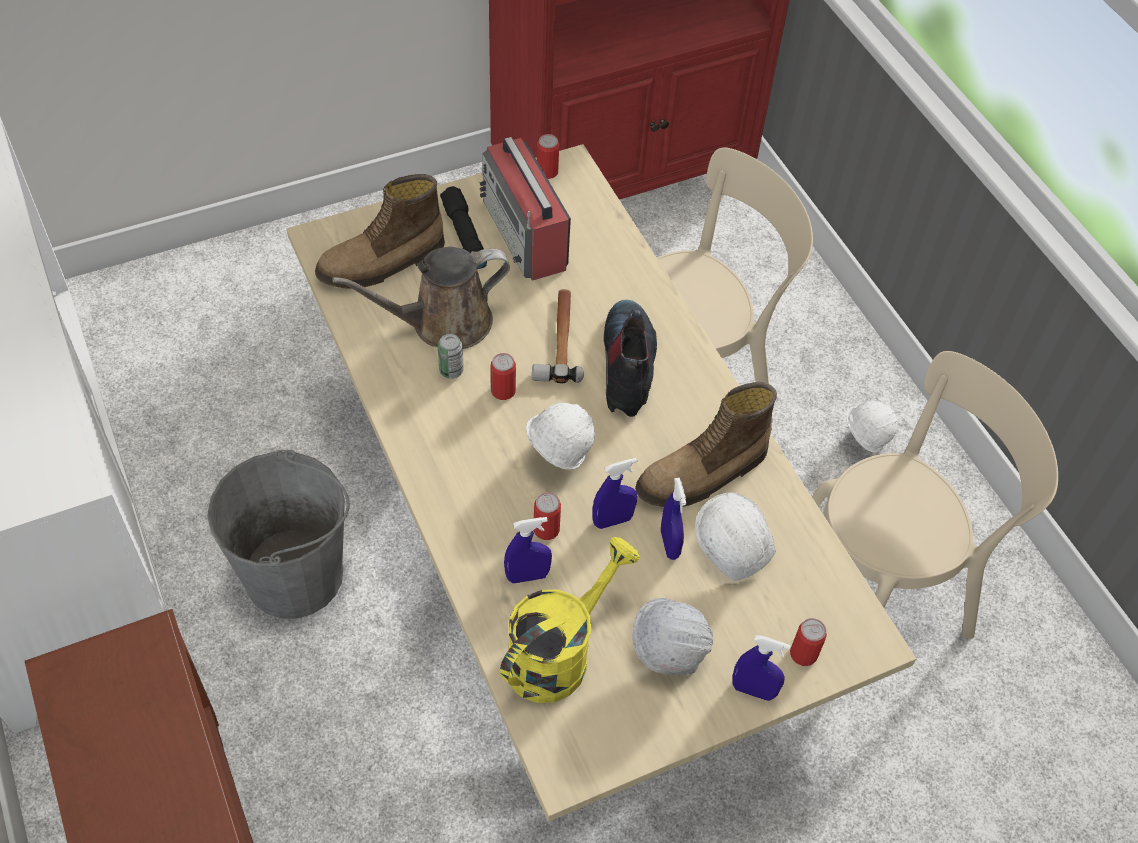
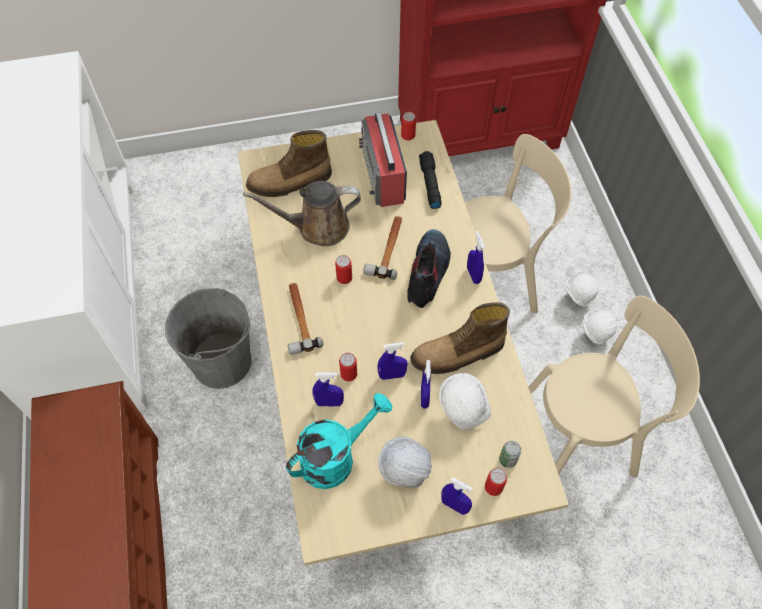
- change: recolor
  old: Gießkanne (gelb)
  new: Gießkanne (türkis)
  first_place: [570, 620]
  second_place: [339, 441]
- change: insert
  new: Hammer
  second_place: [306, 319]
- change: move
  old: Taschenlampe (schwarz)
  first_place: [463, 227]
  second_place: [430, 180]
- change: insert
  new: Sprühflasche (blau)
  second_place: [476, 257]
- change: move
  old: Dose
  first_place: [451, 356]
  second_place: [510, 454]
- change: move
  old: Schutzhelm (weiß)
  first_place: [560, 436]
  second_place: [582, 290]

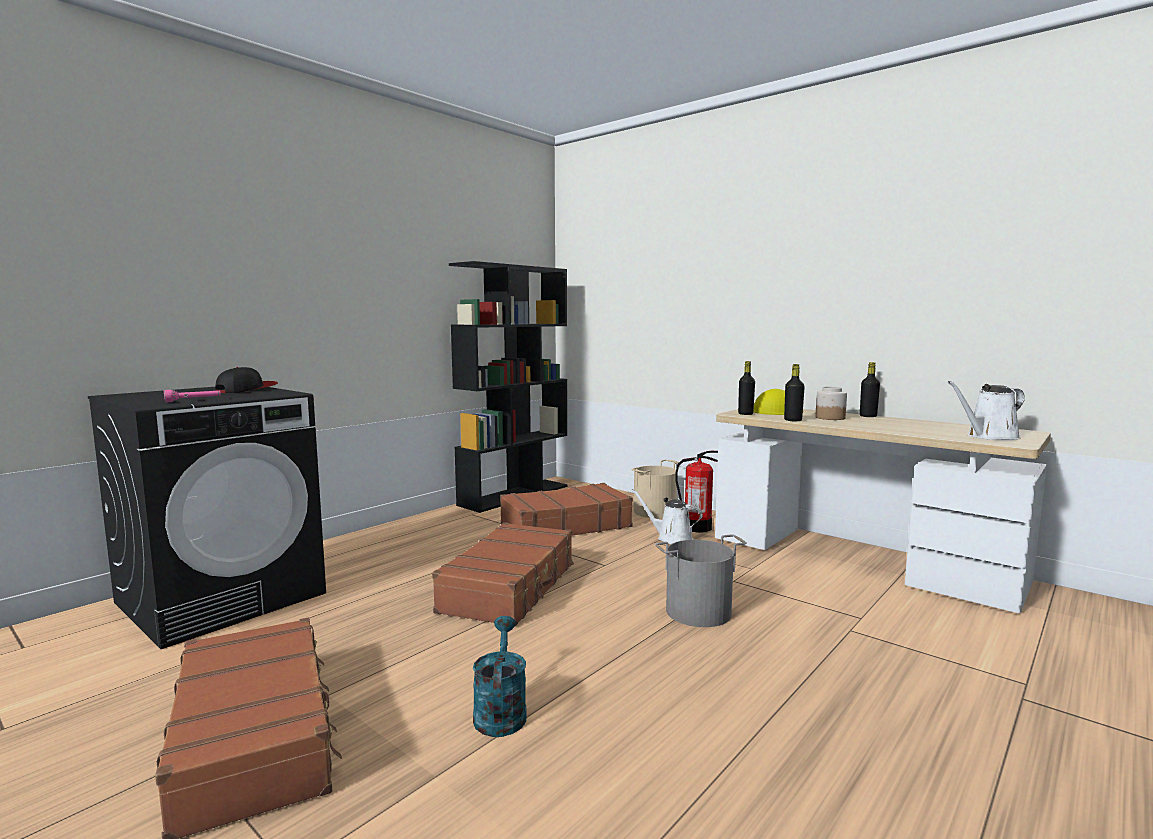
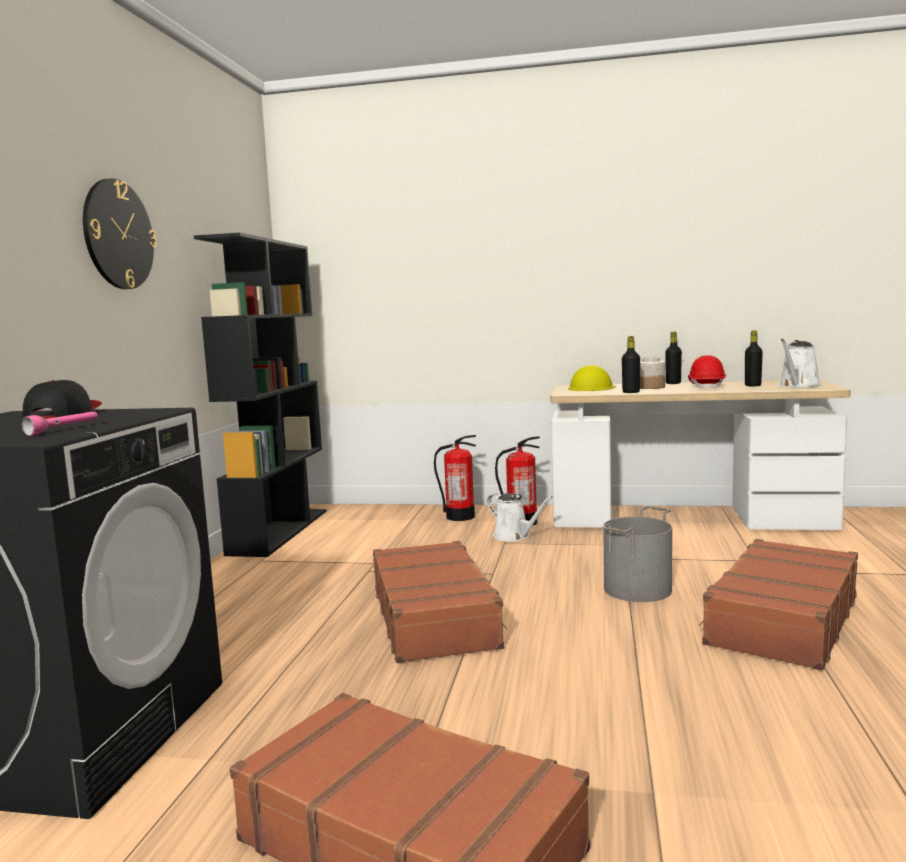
- change: insert
  new: Wanduhr
  second_place: [120, 233]
- change: replace
  old: Eimer (beige)
  new: Feuerlöscher
  first_place: [655, 488]
  second_place: [455, 478]
- change: rotate
  old: Gießkanne (weiß)
  first_place: [667, 516]
  second_place: [520, 517]
  degrees: -135
- change: insert
  new: Schutzhelm (rot)
  second_place: [707, 372]
- change: move
  old: Koffer (braun)
  first_place: [566, 509]
  second_place: [778, 604]
- change: move
  old: Flasche (schwarz)
  first_place: [746, 388]
  second_place: [754, 358]
- change: delete
  old: Gießkanne (türkis)
  first_place: [500, 676]

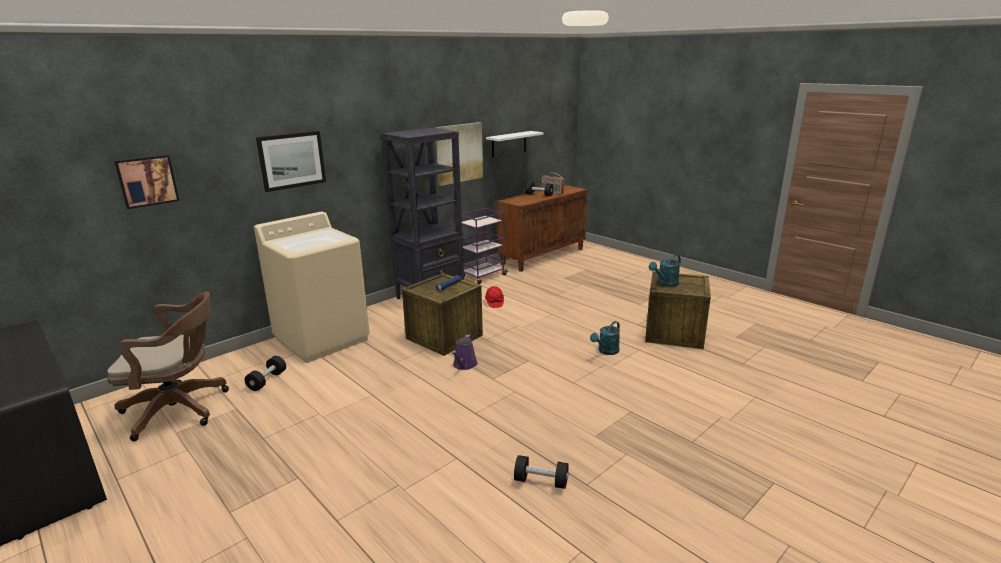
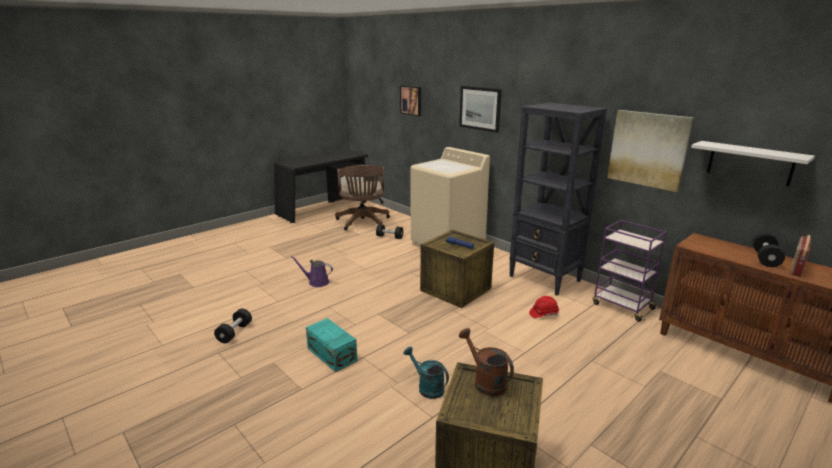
- change: move
  old: Gießkanne (lila)
  first_place: [465, 352]
  second_place: [312, 271]
- change: insert
  new: Aufbewahrungsbox (türkis)
  second_place: [332, 345]
- change: recolor
  old: Gießkanne (türkis)
  new: Gießkanne (braun)
  first_place: [665, 271]
  second_place: [486, 362]

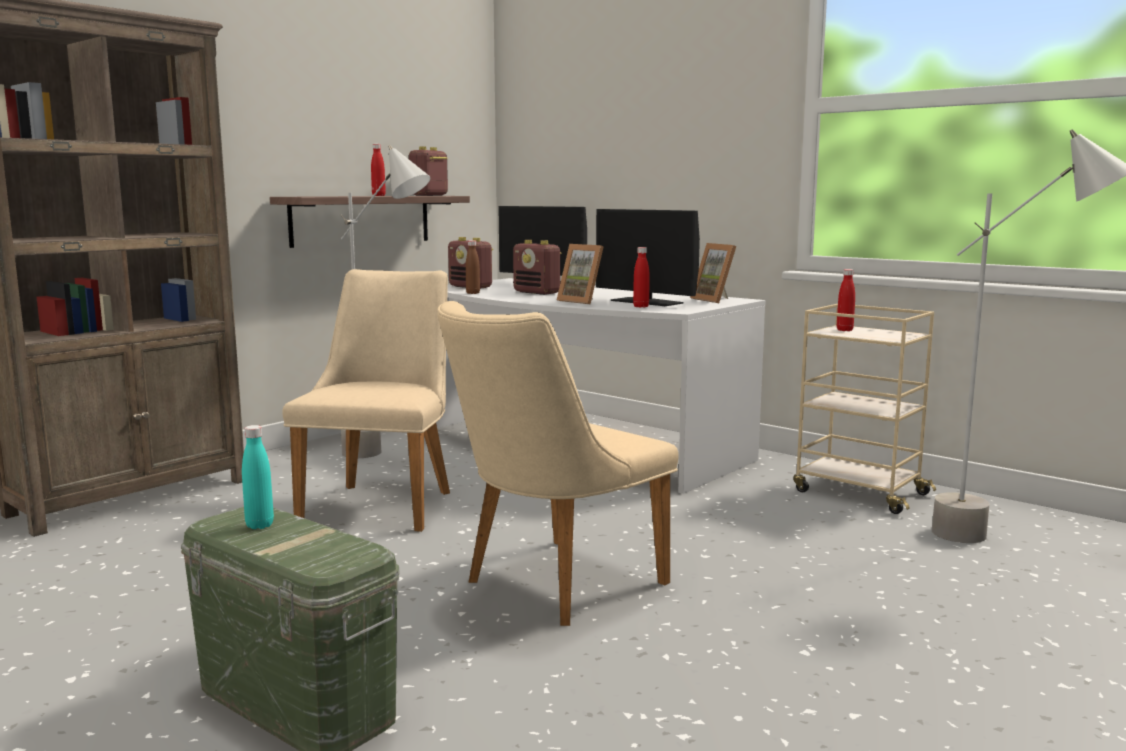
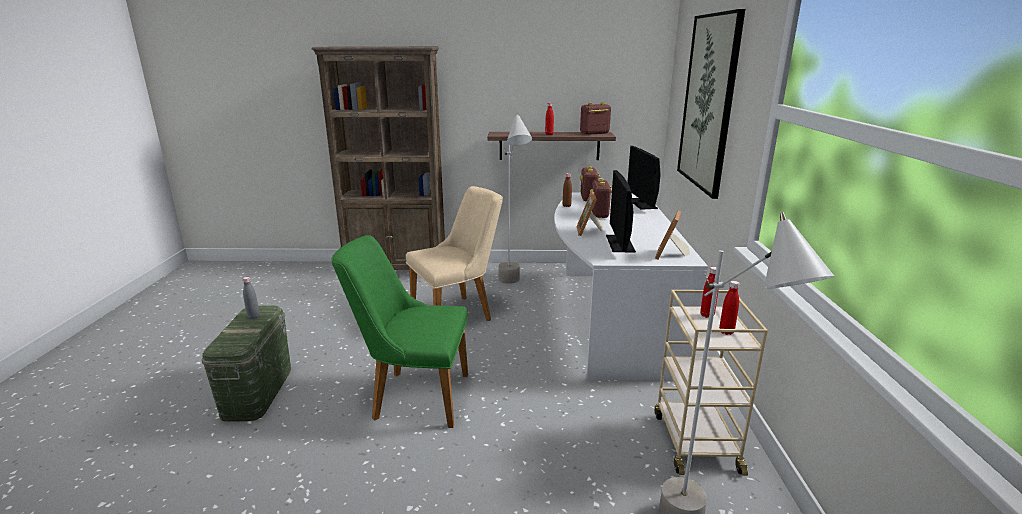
- change: recolor
  old: Flasche (türkis)
  new: Flasche (grau)
  first_place: [258, 477]
  second_place: [251, 298]
- change: recolor
  old: Stuhl (beige)
  new: Stuhl (grün)
  first_place: [557, 463]
  second_place: [399, 331]
- change: insert
  new: Bild
  second_place: [711, 104]
- change: move
  old: Flasche (rot)
  first_place: [641, 277]
  second_place: [729, 308]

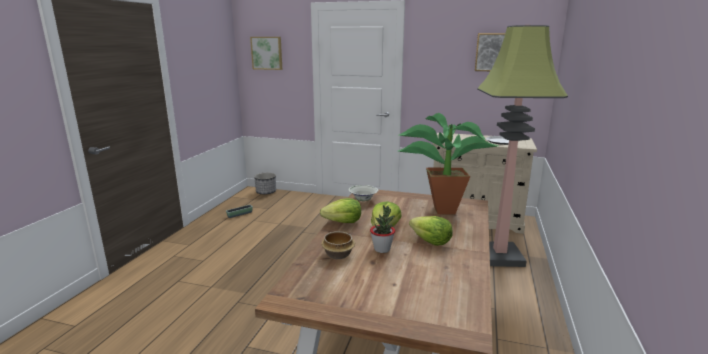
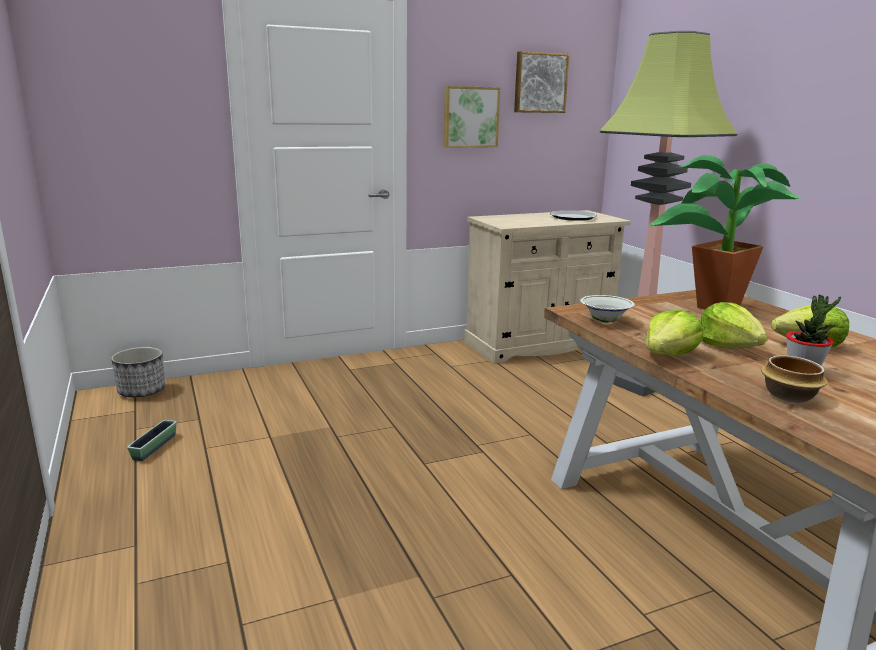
- change: move
  old: Bild
  first_place: [266, 53]
  second_place: [472, 117]

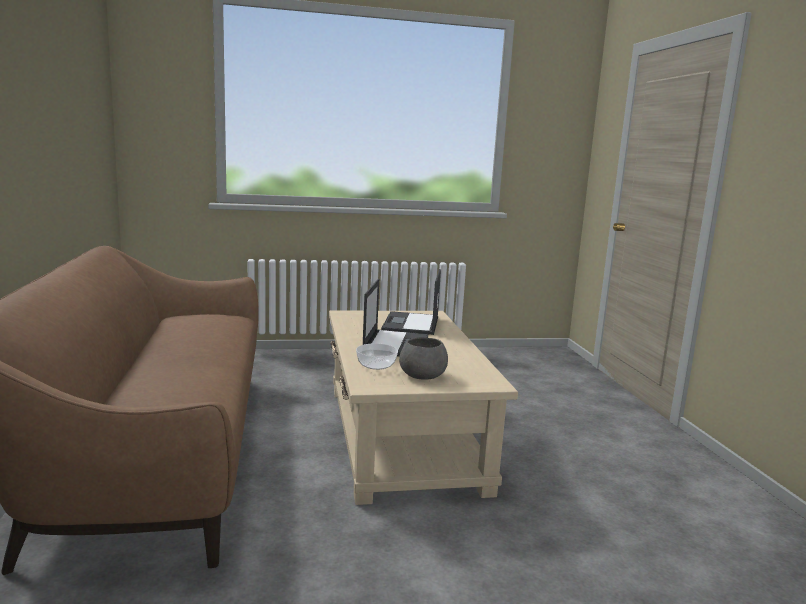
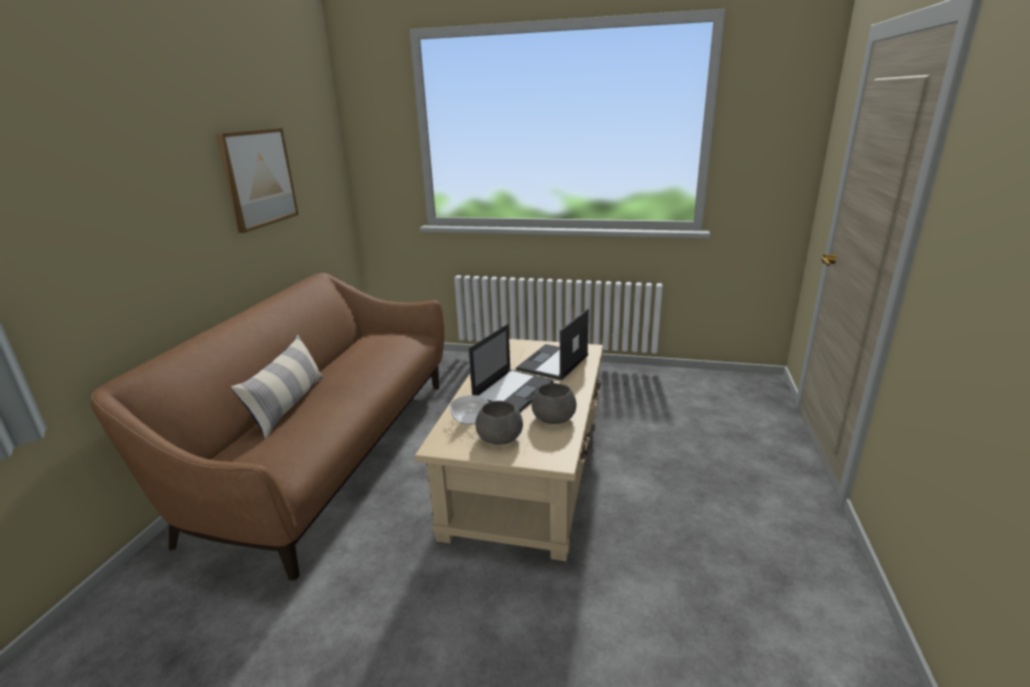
- change: insert
  new: Bild
  second_place: [257, 180]
- change: insert
  new: Kissen
  second_place: [277, 386]
- change: insert
  new: Schüssel (grau)
  second_place: [554, 403]

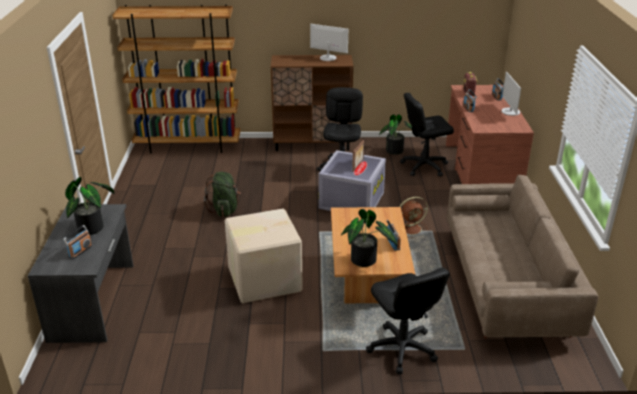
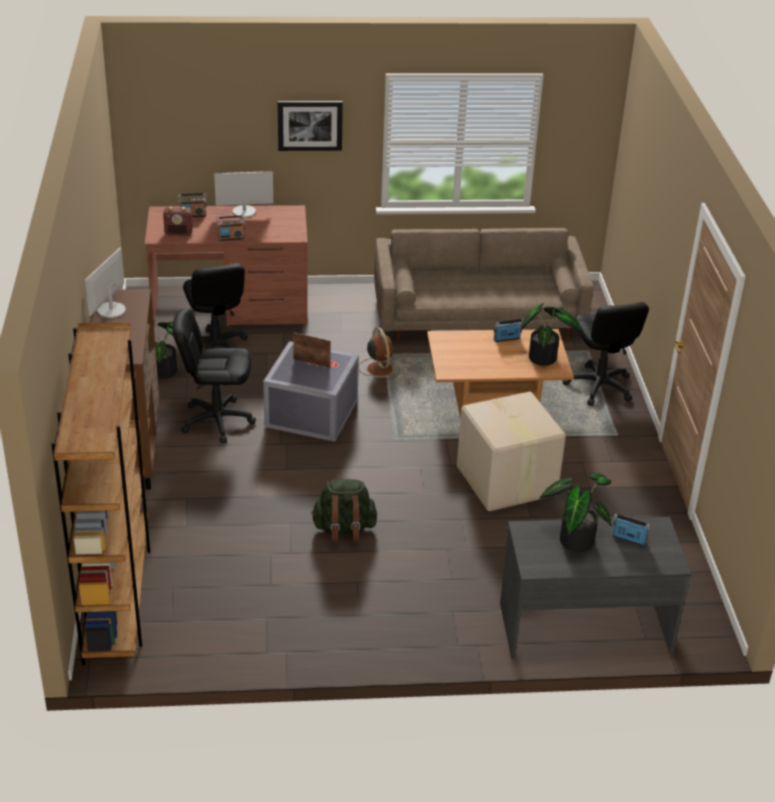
- change: insert
  new: Bild
  second_place: [310, 126]
- change: rotate
  old: Bürostuhl (schwarz)
  first_place: [408, 320]
  second_place: [606, 354]
  degrees: 105

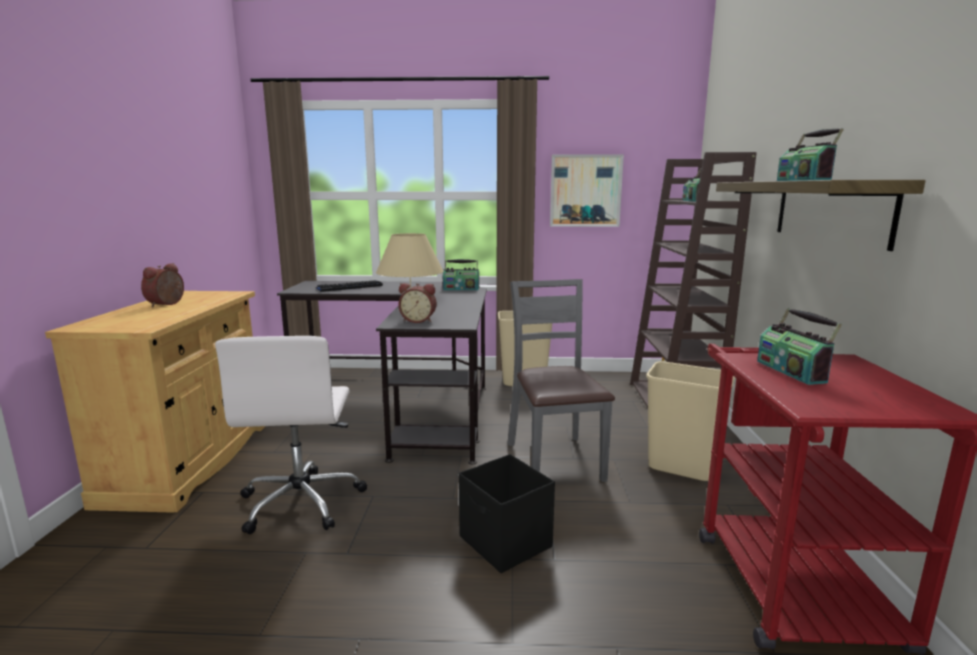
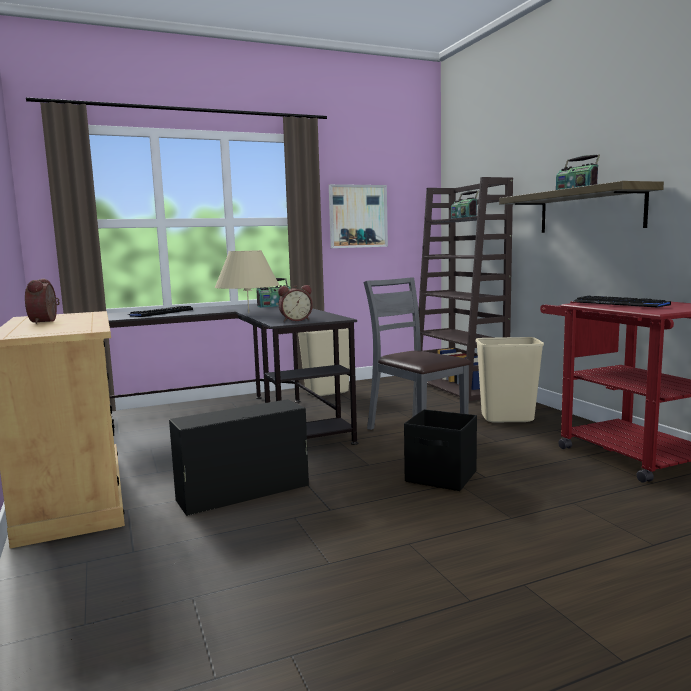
- change: replace
  old: Bürostuhl (weiß)
  new: Aufbewahrungsbox (schwarz)
  first_place: [291, 435]
  second_place: [239, 457]
- change: replace
  old: Radio
  new: Tastatur
  first_place: [799, 346]
  second_place: [622, 301]

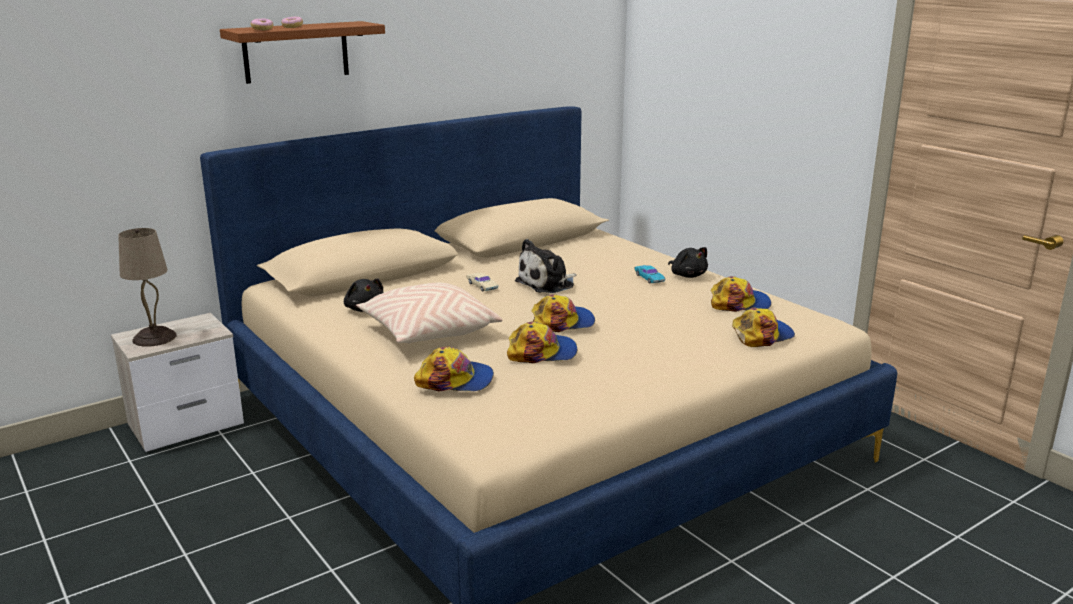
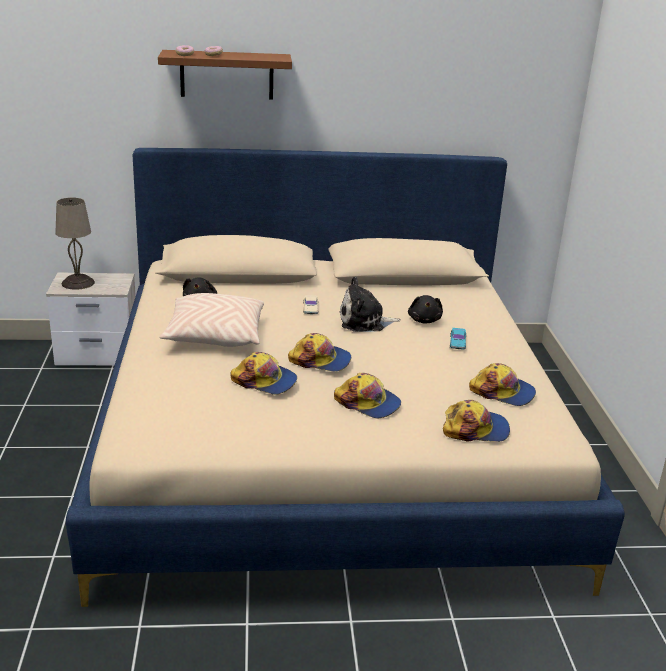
- change: move
  old: Kappe
  first_place: [454, 369]
  second_place: [367, 395]
- change: move
  old: Plüschtier (schwarz)
  first_place: [688, 262]
  second_place: [425, 309]

